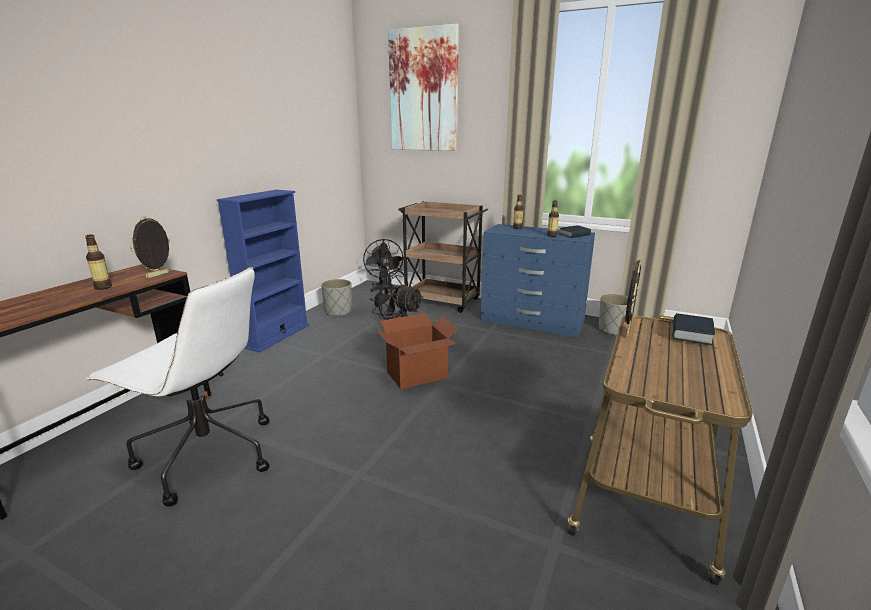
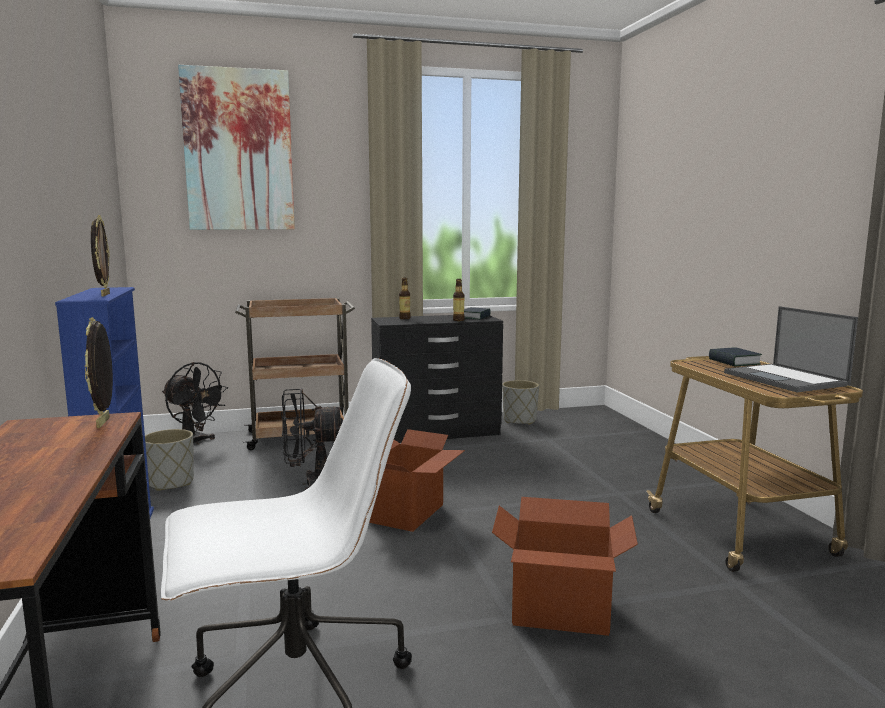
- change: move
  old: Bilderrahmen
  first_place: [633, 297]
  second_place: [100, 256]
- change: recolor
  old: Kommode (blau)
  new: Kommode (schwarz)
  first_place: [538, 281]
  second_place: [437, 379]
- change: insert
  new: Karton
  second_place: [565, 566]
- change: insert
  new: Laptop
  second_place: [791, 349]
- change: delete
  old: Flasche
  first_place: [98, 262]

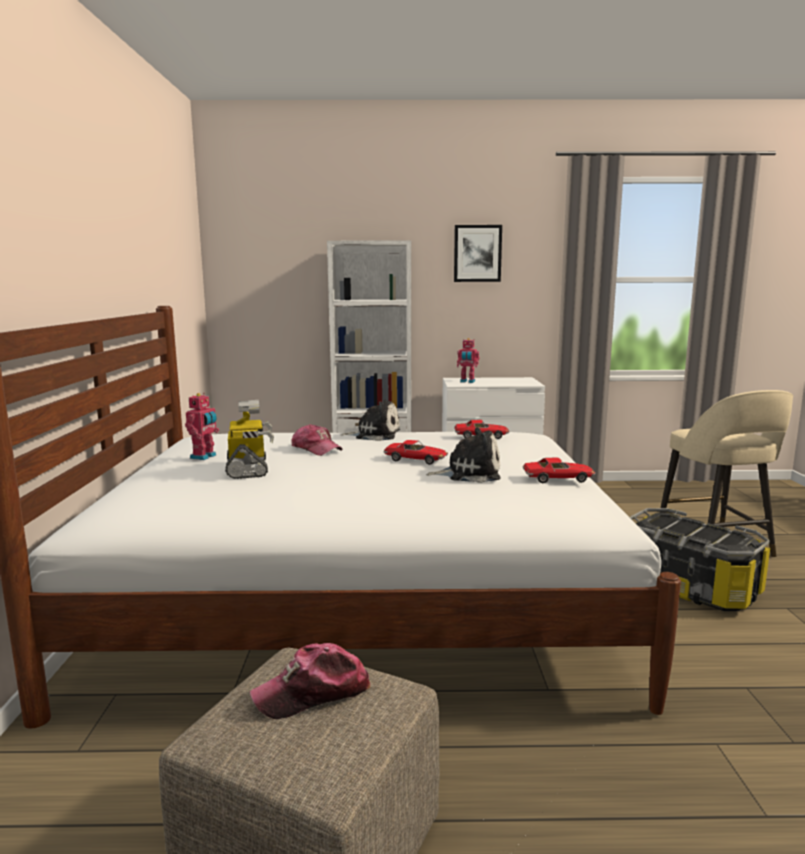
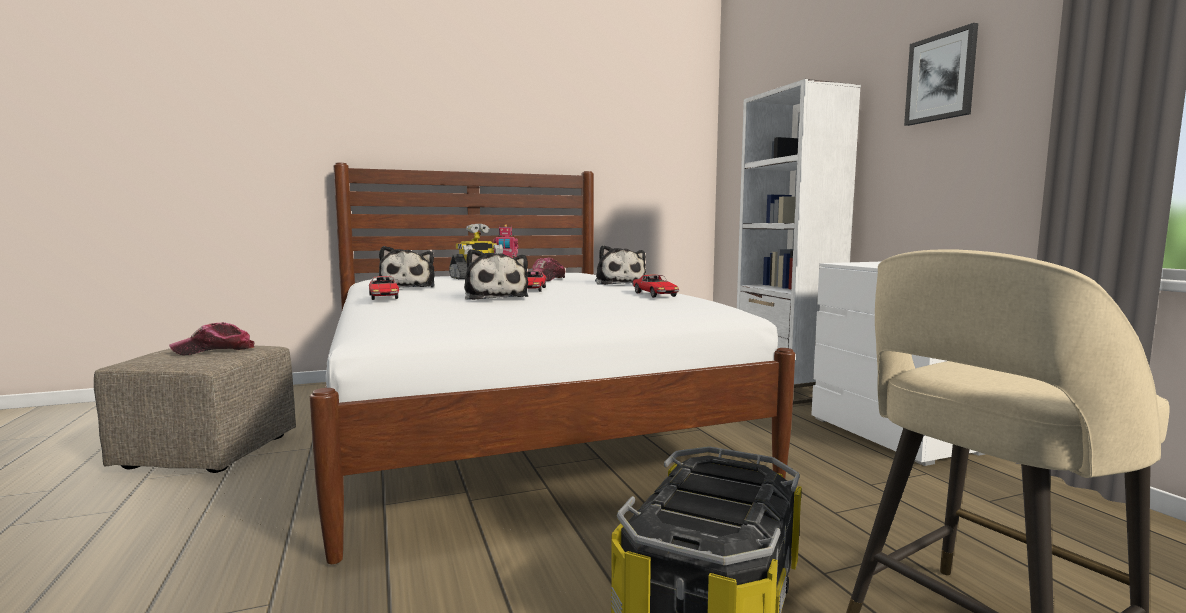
- change: rotate
  old: Kappe
  first_place: [310, 681]
  second_place: [212, 338]
  degrees: -75
- change: move
  old: Spielzeugauto
  first_place: [559, 470]
  second_place: [384, 288]
- change: insert
  new: Plüschtier
  second_place: [407, 267]
- change: delete
  old: Spielzeugroboter
  first_place: [468, 360]

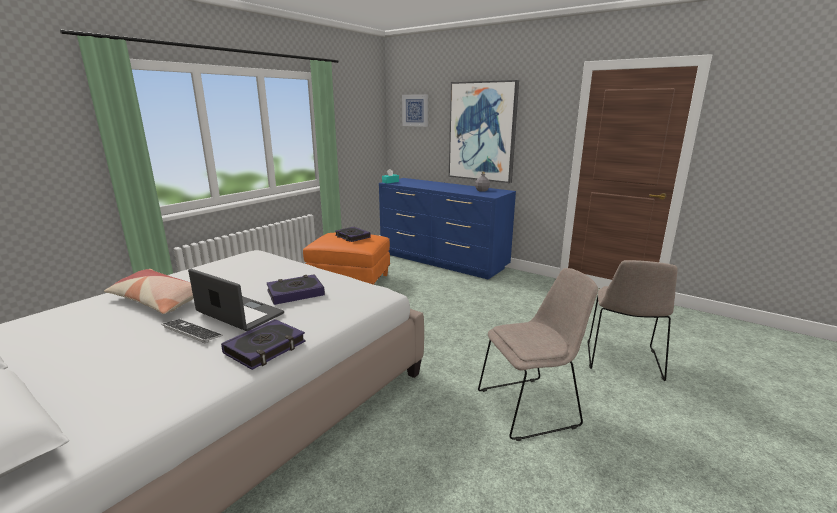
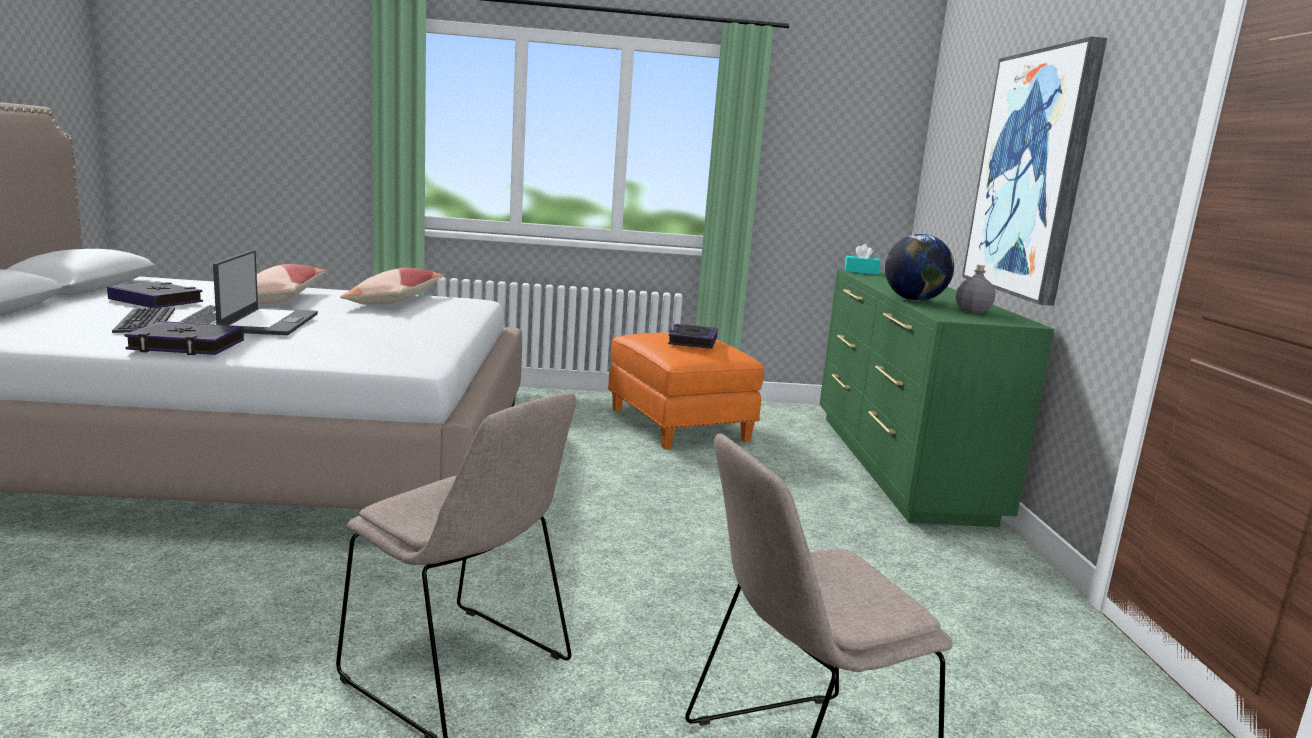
- change: move
  old: Buch
  first_place: [295, 289]
  second_place: [155, 294]
- change: insert
  new: Tastatur
  second_place: [143, 320]
- change: insert
  new: Kissen
  second_place: [392, 286]
- change: recolor
  old: Kommode (blau)
  new: Kommode (grün)
  first_place: [447, 228]
  second_place: [937, 398]
- change: insert
  new: Globus
  second_place: [919, 267]
- change: delete
  old: Bild
  first_place: [415, 110]

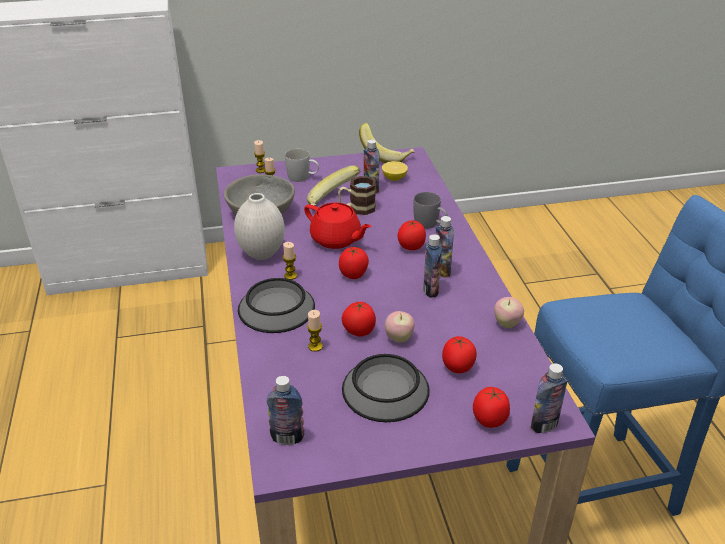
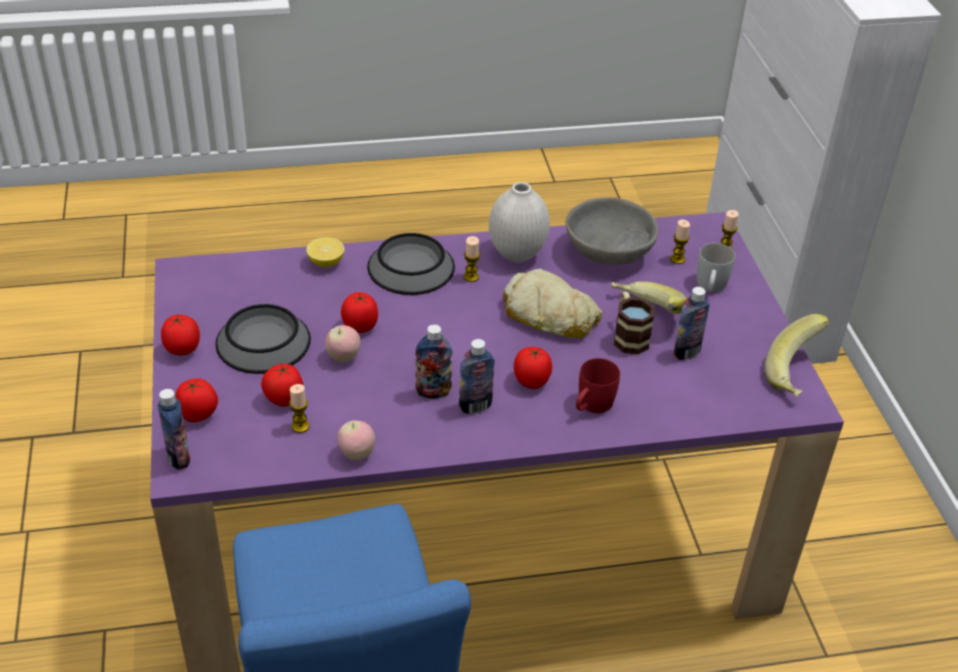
- change: move
  old: Tomate
  first_place: [354, 263]
  second_place: [180, 334]
- change: move
  old: Kerze
  first_place: [315, 331]
  second_place: [299, 408]
- change: move
  old: Zitrone
  first_place: [395, 171]
  second_place: [325, 252]
- change: replace
  old: Teekanne (rot)
  new: Brot
  first_place: [338, 226]
  second_place: [552, 303]
- change: recolor
  old: Henkelbecher (grau)
  new: Henkelbecher (rot)
  first_place: [430, 210]
  second_place: [598, 385]
- change: delete
  old: Flasche
  first_place: [286, 410]

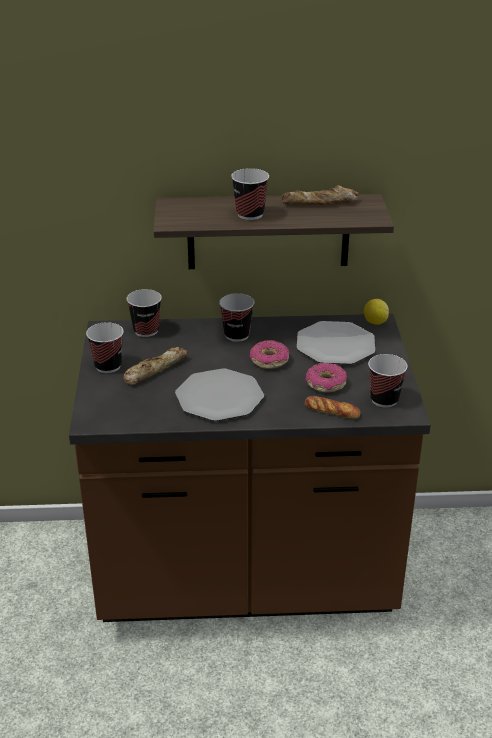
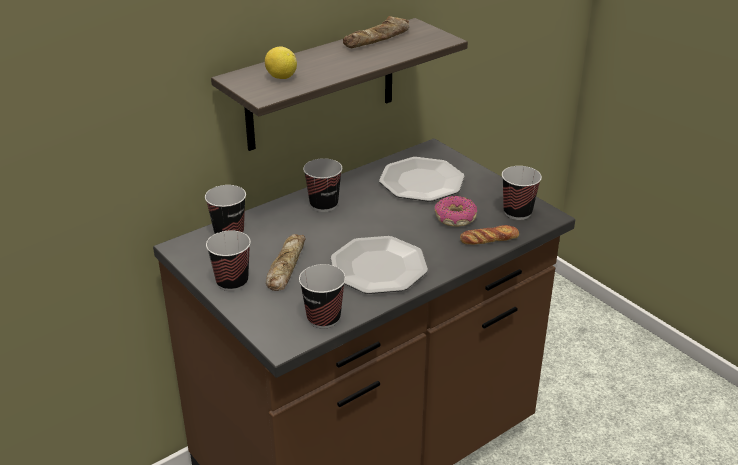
- change: move
  old: Zitrone
  first_place: [376, 312]
  second_place: [281, 62]
- change: move
  old: Tasse
  first_place: [250, 194]
  second_place: [322, 296]
- change: delete
  old: Donut
  first_place: [270, 354]

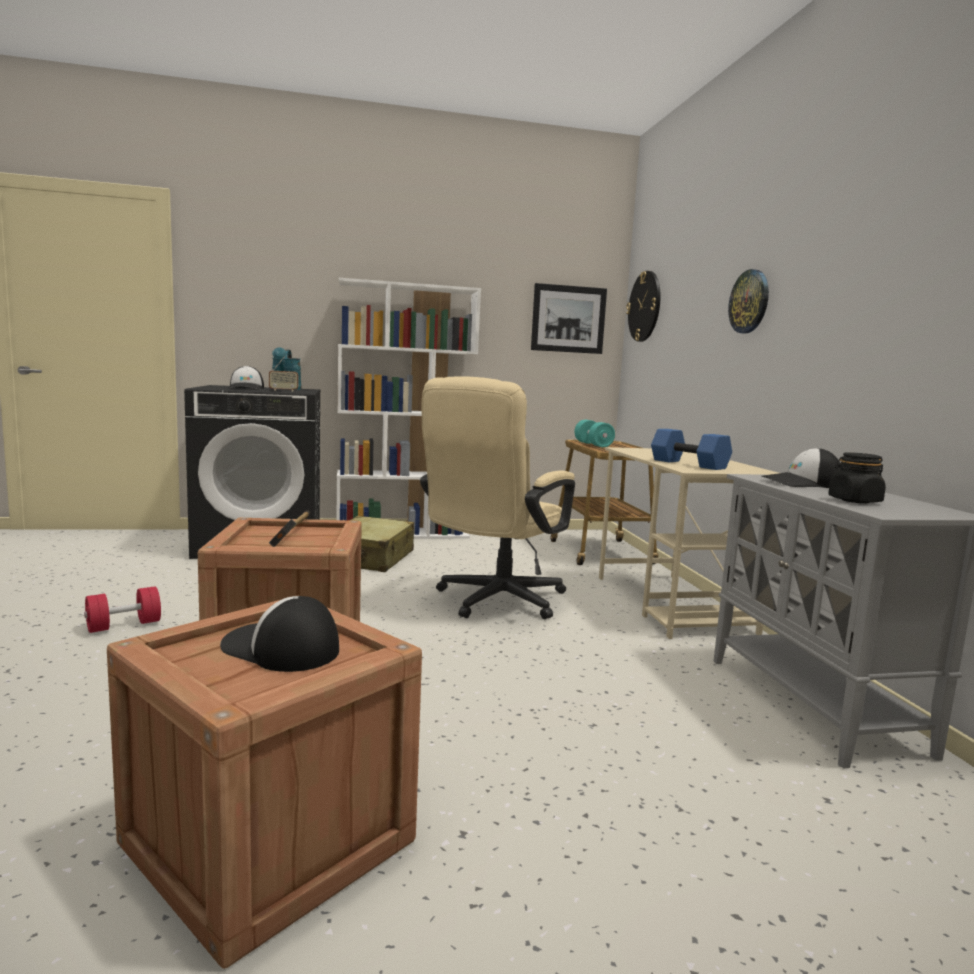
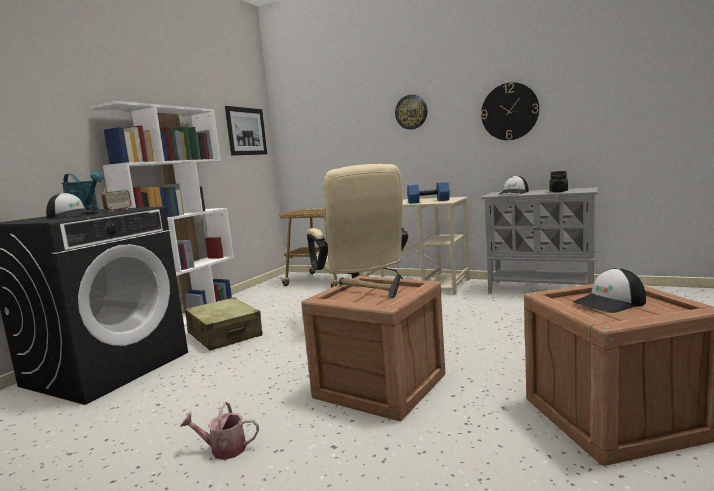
- change: replace
  old: Hantel (rot)
  new: Gießkanne
  first_place: [122, 609]
  second_place: [219, 431]
- change: move
  old: Wanduhr
  first_place: [643, 306]
  second_place: [510, 111]
- change: delete
  old: Hantel (türkis)
  first_place: [594, 433]

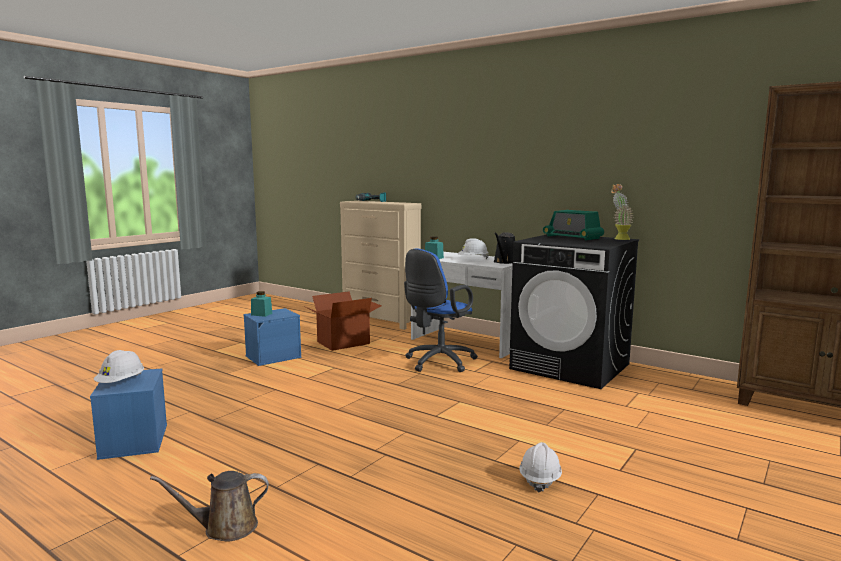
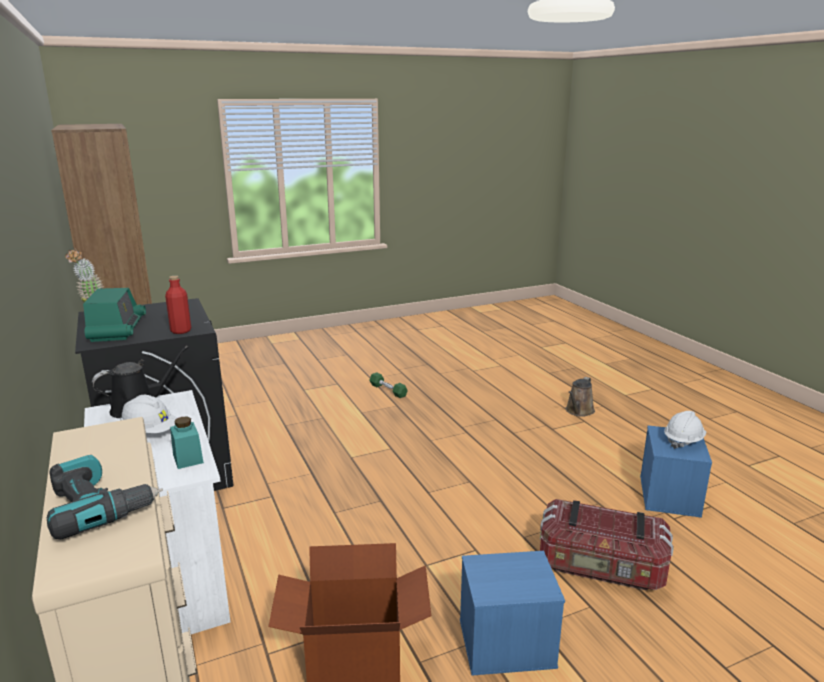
- change: insert
  new: Flasche (rot)
  second_place: [178, 305]
- change: replace
  old: Schutzhelm (weiß)
  new: Hantel (grün)
  first_place: [540, 467]
  second_place: [388, 385]
- change: insert
  new: Aufbewahrungsbox
  second_place: [607, 544]
- change: rotate
  old: Gießkanne (braun)
  first_place: [209, 506]
  second_place: [580, 397]
  degrees: 105
- change: delete
  old: Vorratsglas (türkis)
  first_place: [261, 304]
- change: delete
  old: Bürostuhl (blau)
  first_place: [441, 310]

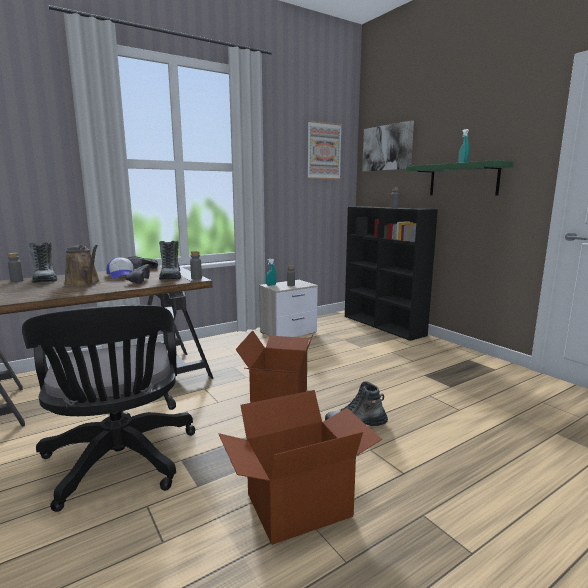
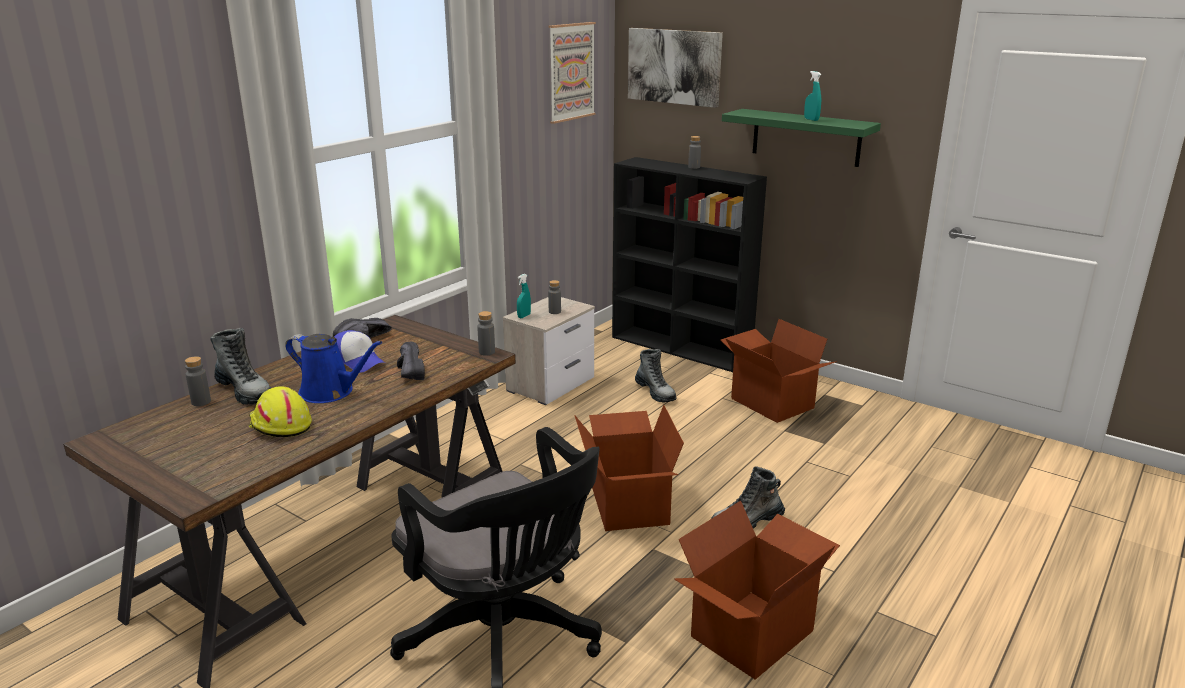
- change: insert
  new: Schutzhelm (gelb)
  second_place: [280, 411]
- change: recolor
  old: Gießkanne (braun)
  new: Gießkanne (blau)
  first_place: [82, 266]
  second_place: [333, 368]
- change: move
  old: Stiefel
  first_place: [170, 260]
  second_place: [655, 375]
- change: insert
  new: Karton
  second_place: [779, 371]

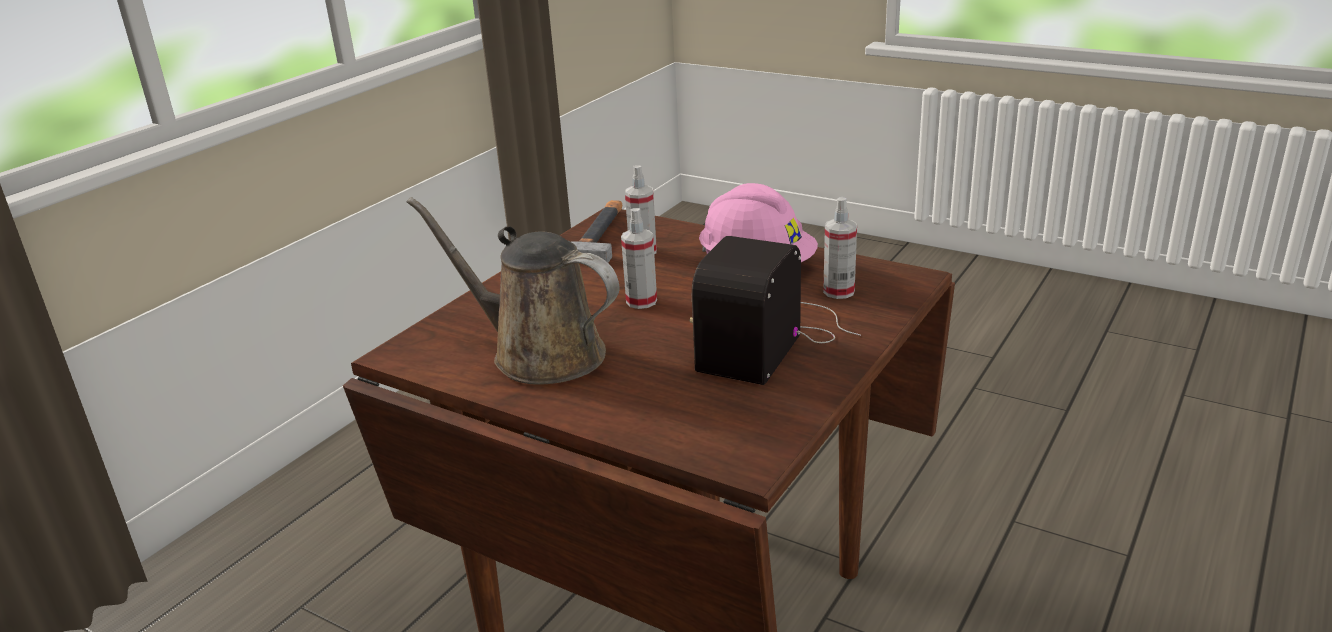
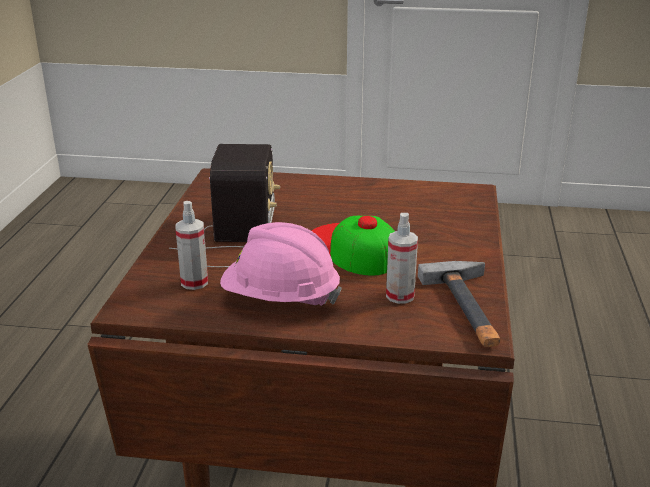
- change: replace
  old: Sprühflasche
  new: Kappe
  first_place: [639, 258]
  second_place: [353, 246]
- change: delete
  old: Gießkanne (braun)
  first_place: [513, 291]

